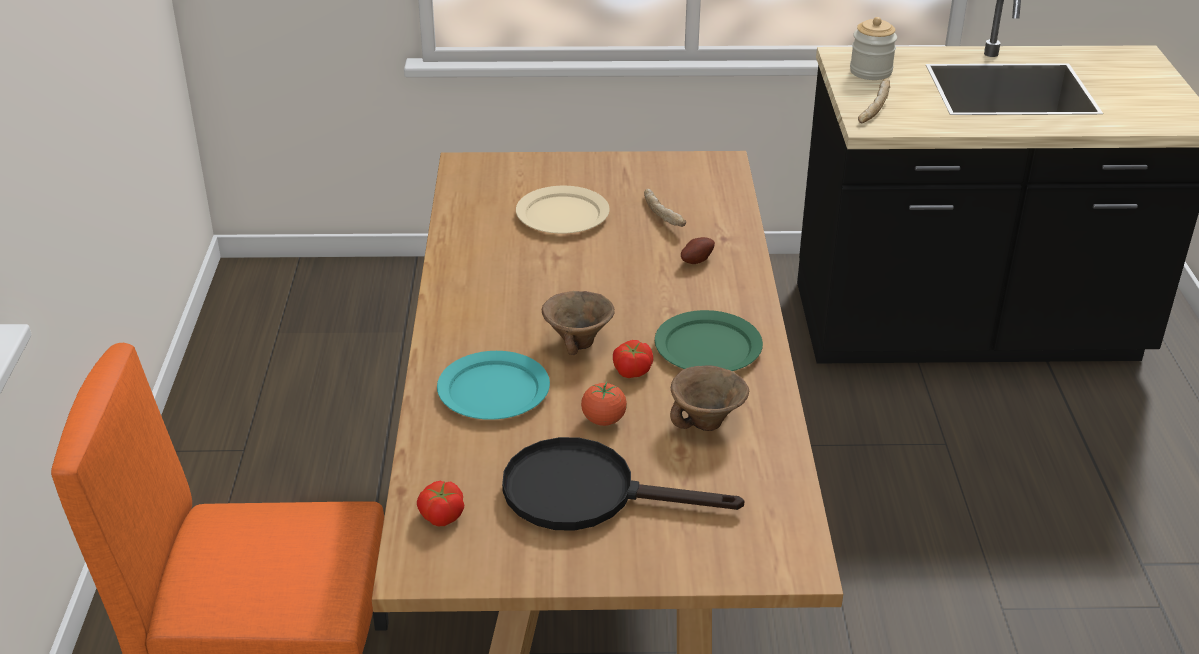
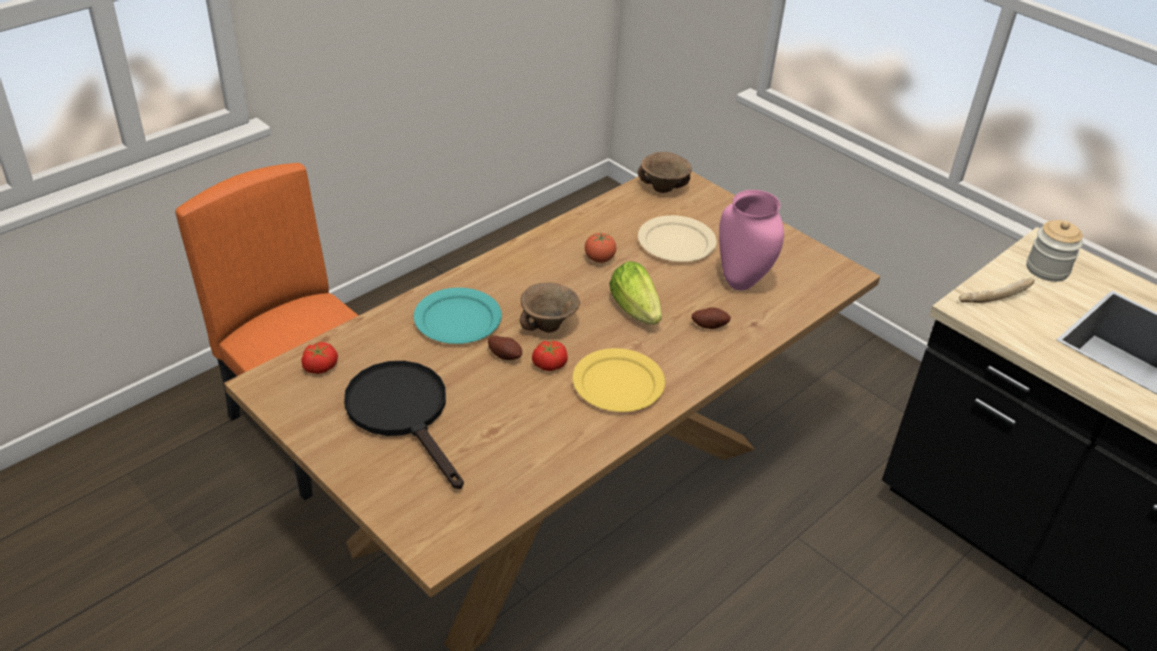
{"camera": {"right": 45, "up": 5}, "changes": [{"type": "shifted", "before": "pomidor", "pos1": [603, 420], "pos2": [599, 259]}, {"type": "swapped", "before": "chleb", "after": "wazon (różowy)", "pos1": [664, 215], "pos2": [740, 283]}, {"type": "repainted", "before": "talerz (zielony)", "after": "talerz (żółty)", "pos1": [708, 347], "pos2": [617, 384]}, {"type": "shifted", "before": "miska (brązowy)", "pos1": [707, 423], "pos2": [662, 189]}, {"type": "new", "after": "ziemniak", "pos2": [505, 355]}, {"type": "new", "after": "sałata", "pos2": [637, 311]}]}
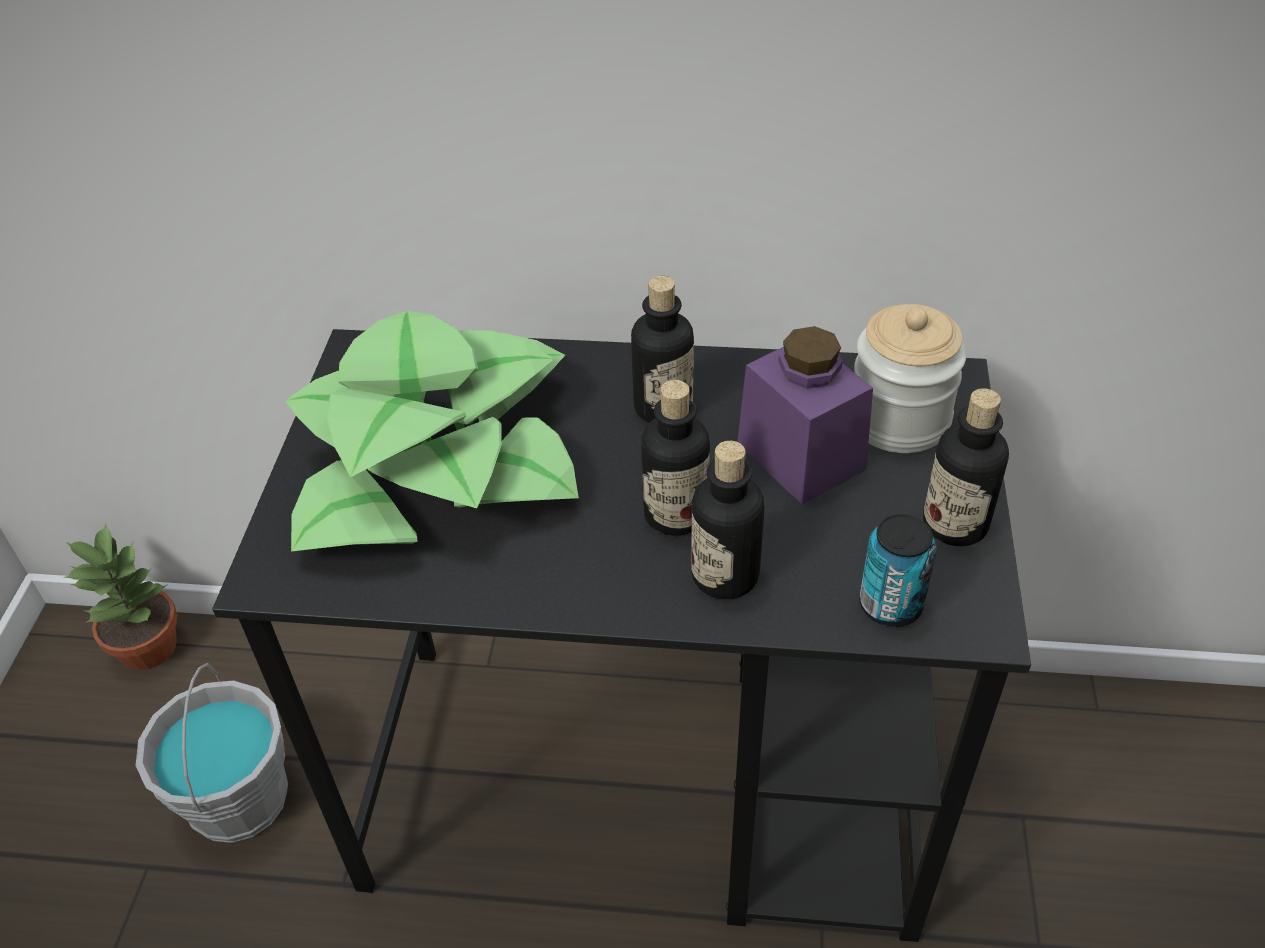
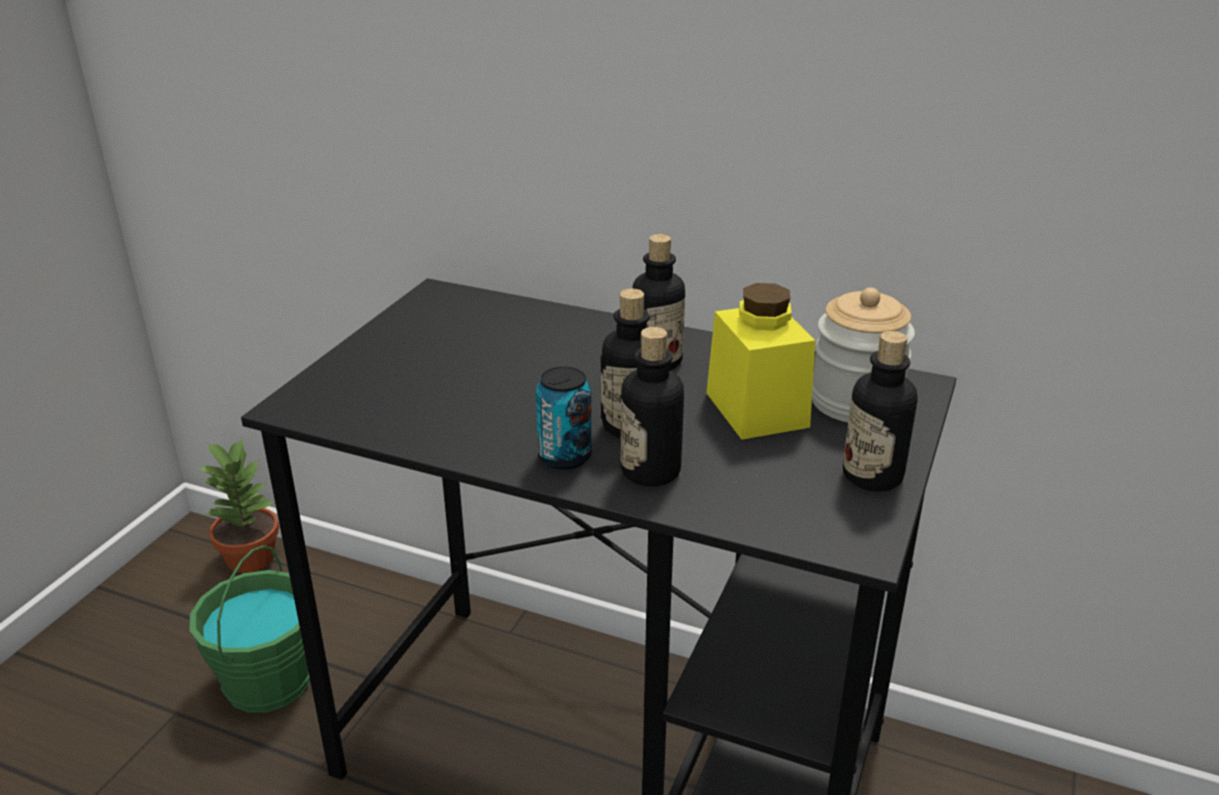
{"camera": {"right": 15, "up": -15}, "changes": [{"type": "repainted", "before": "wiadro (szary)", "after": "wiadro (zielony)", "pos1": [240, 799], "pos2": [269, 682]}, {"type": "gone", "before": "roślina doniczkowa", "pos1": [438, 462]}, {"type": "repainted", "before": "słoik (fioletowy)", "after": "słoik (żółty)", "pos1": [800, 456], "pos2": [756, 409]}, {"type": "shifted", "before": "puszka", "pos1": [890, 605], "pos2": [565, 457]}]}
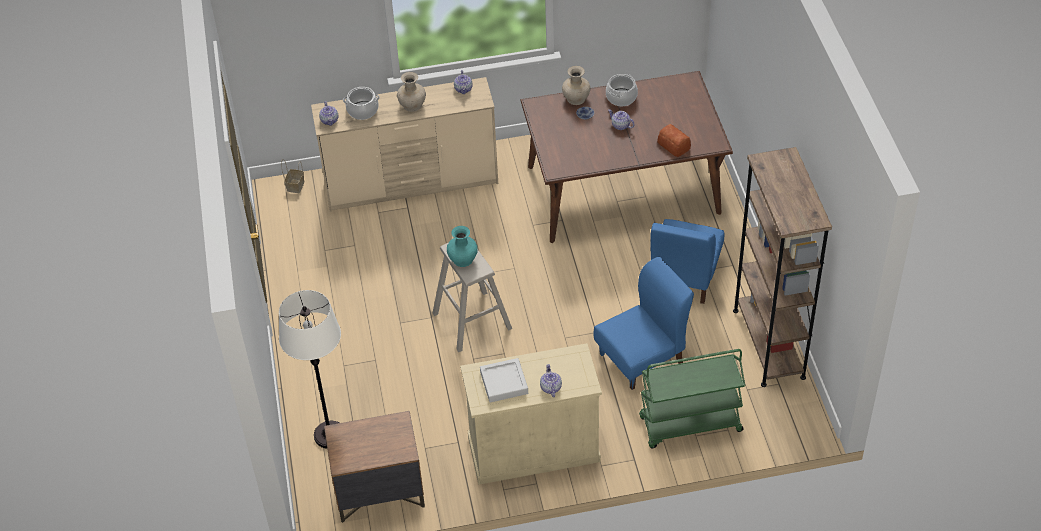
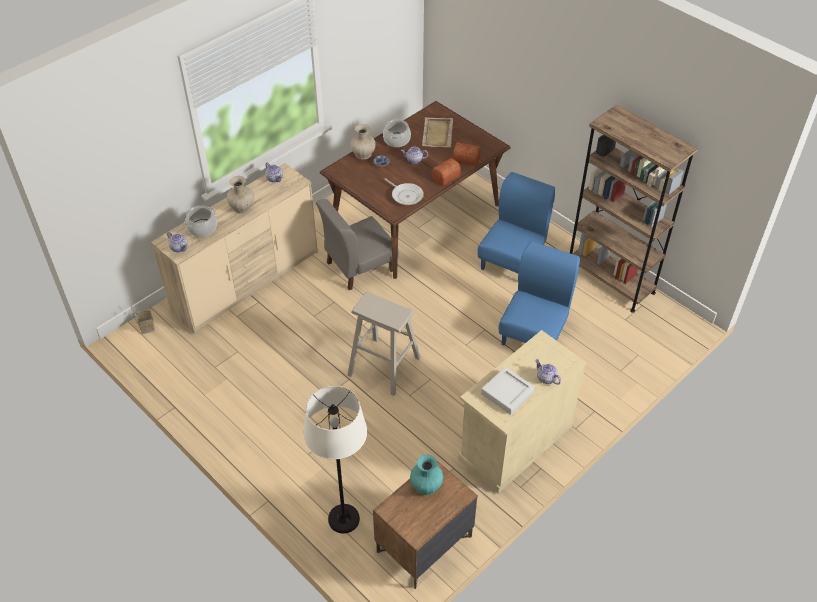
{"camera": {"right": -35, "up": 0}, "changes": [{"type": "shifted", "before": "wazon (turkusowy)", "pos1": [463, 259], "pos2": [426, 485]}, {"type": "gone", "before": "wózek (zielony)", "pos1": [690, 425]}, {"type": "rotated", "before": "krzesło (niebieski)", "pos1": [684, 277], "pos2": [512, 260], "turn": -135}, {"type": "new", "after": "krzesło (szary)", "pos2": [359, 266]}, {"type": "new", "after": "patelnia", "pos2": [406, 195]}, {"type": "new", "after": "taca (beżowy)", "pos2": [437, 134]}, {"type": "new", "after": "chleb", "pos2": [445, 176]}]}
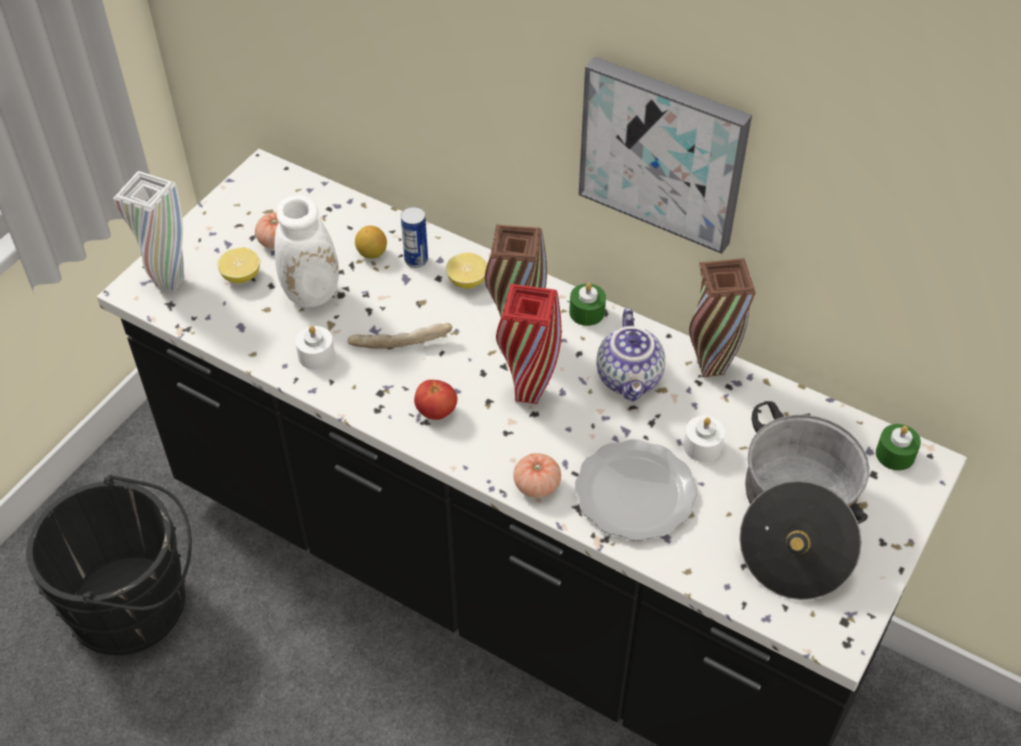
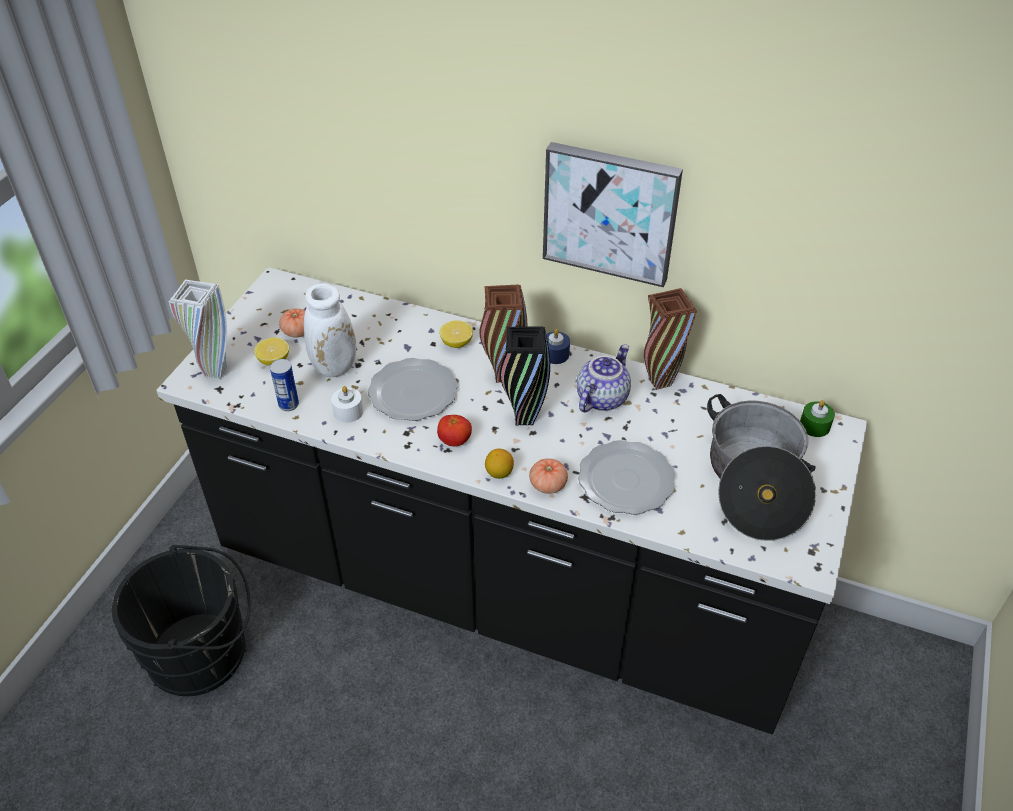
{"camera": {"right": -10, "up": -5}, "changes": [{"type": "swapped", "before": "chleb", "after": "talerz", "pos1": [400, 341], "pos2": [414, 393]}, {"type": "shifted", "before": "cytryna", "pos1": [372, 253], "pos2": [499, 473]}, {"type": "shifted", "before": "puszka", "pos1": [416, 260], "pos2": [288, 404]}, {"type": "repainted", "before": "wazon (czerwony)", "after": "wazon (czarny)", "pos1": [527, 394], "pos2": [524, 418]}, {"type": "repainted", "before": "świeca (zielony)", "after": "świeca (niebieski)", "pos1": [587, 312], "pos2": [555, 354]}, {"type": "rotated", "before": "imbryk", "pos1": [630, 378], "pos2": [601, 397], "turn": -135}, {"type": "gone", "before": "świeca (biały)", "pos1": [702, 446]}]}
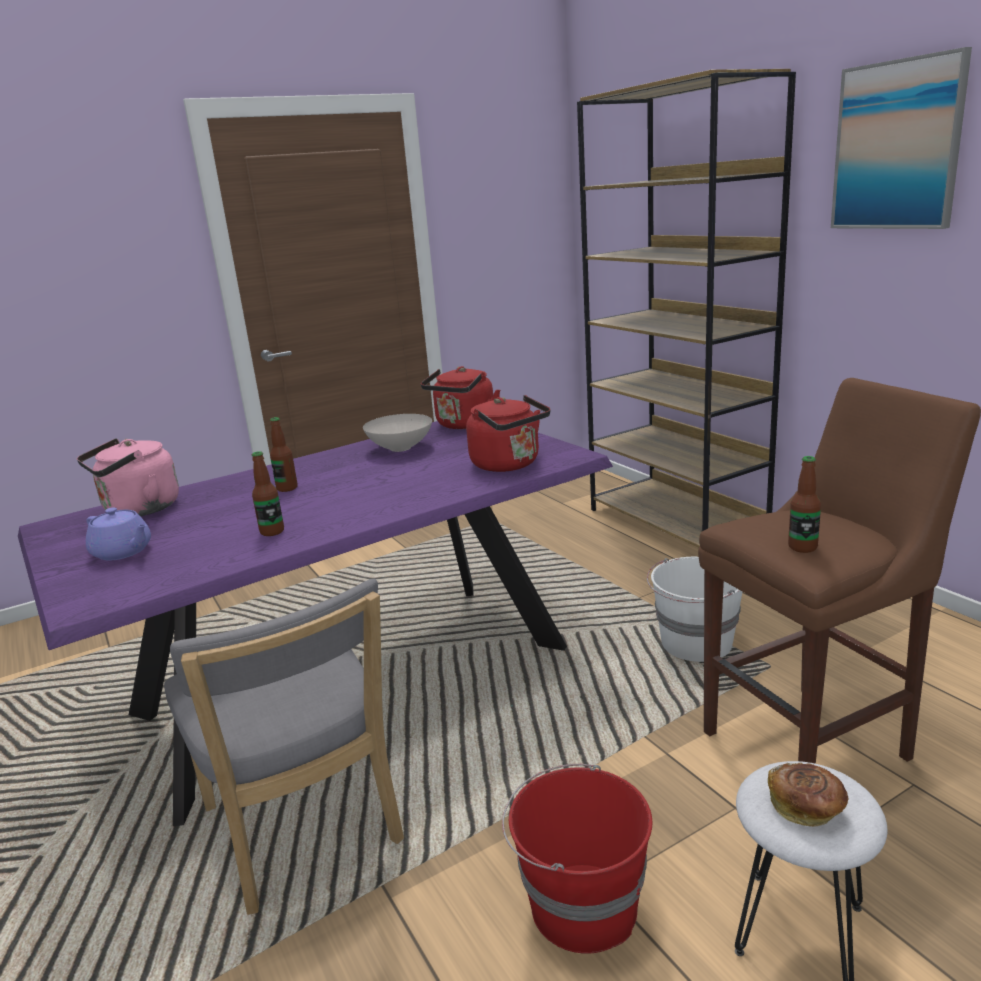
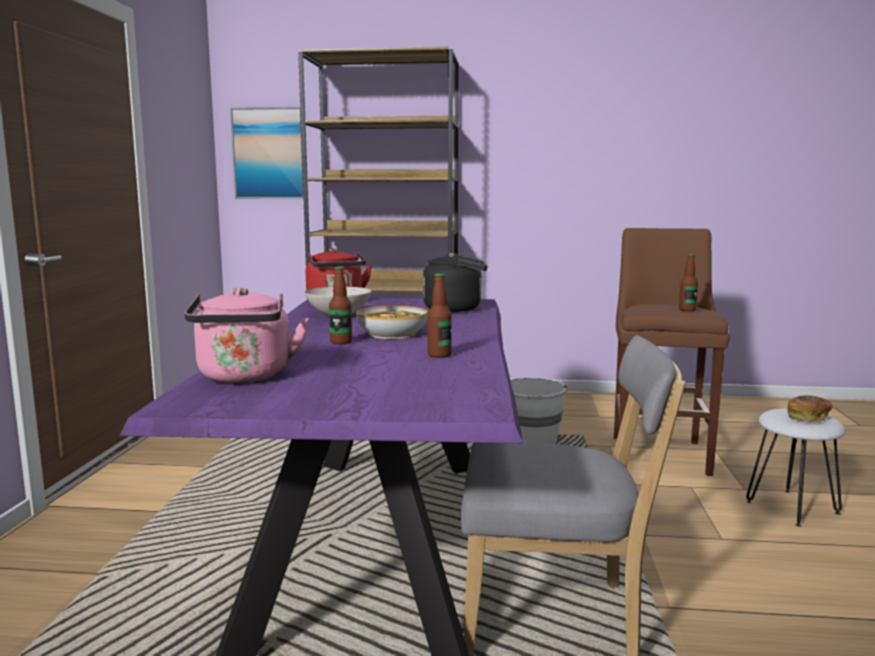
{"camera": {"right": -55, "up": -10}, "changes": [{"type": "gone", "before": "imbryk (fioletowy)", "pos1": [123, 552]}, {"type": "repainted", "before": "czajnik (czerwony)", "after": "czajnik (czarny)", "pos1": [509, 465], "pos2": [456, 309]}, {"type": "gone", "before": "wiadro (czerwony)", "pos1": [581, 906]}, {"type": "shifted", "before": "obraz", "pos1": [897, 146], "pos2": [269, 153]}, {"type": "new", "after": "miska", "pos2": [392, 333]}]}
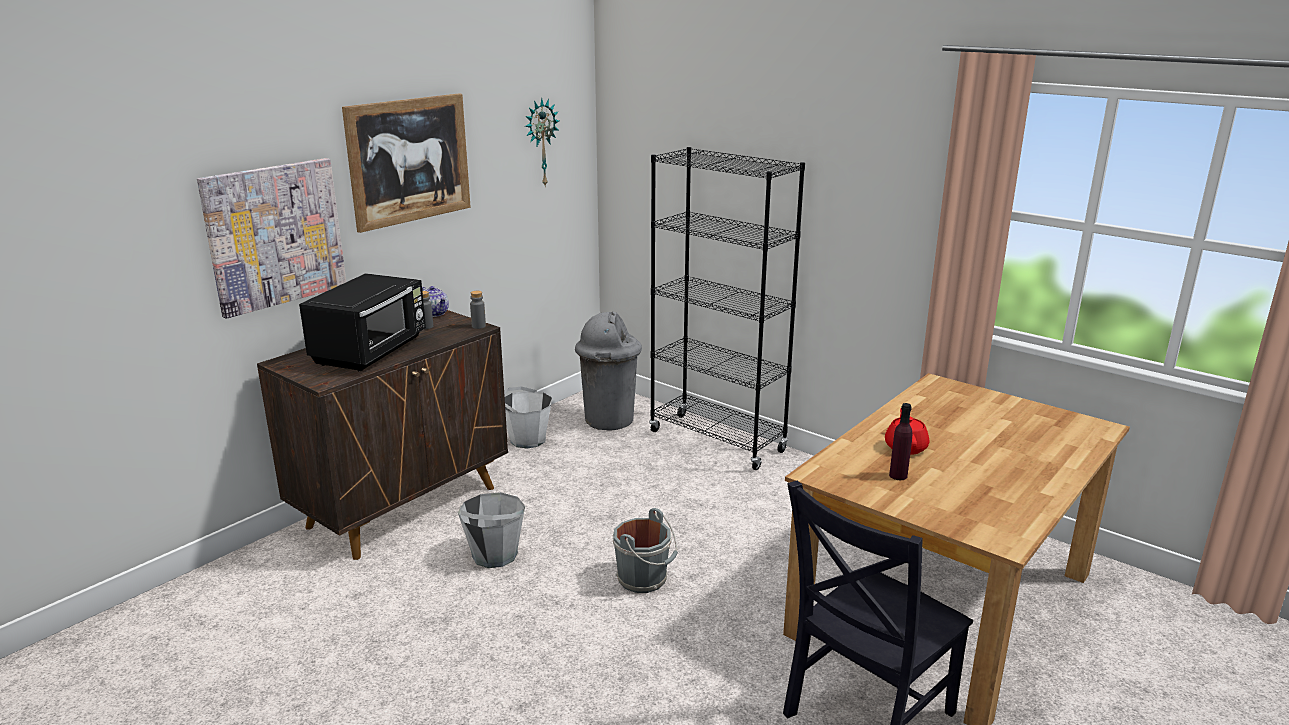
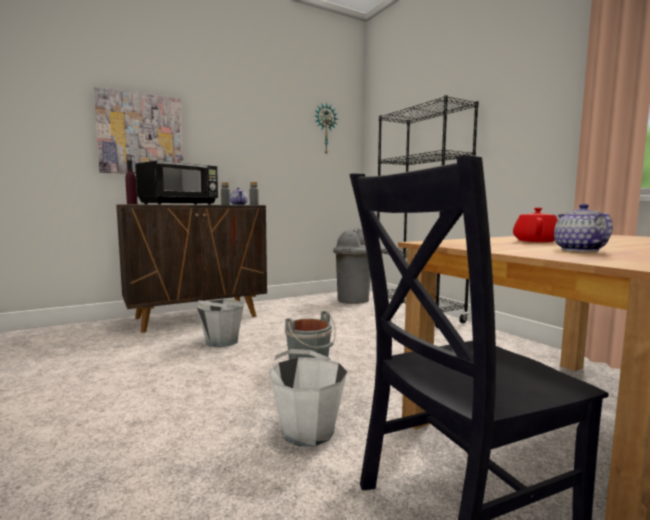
{"camera": {"right": 20, "up": -15}, "changes": [{"type": "gone", "before": "obraz", "pos1": [409, 160]}, {"type": "shifted", "before": "wiadro (biały)", "pos1": [528, 439], "pos2": [307, 430]}, {"type": "shifted", "before": "butelka (fioletowy)", "pos1": [898, 476], "pos2": [132, 204]}, {"type": "new", "after": "imbryk", "pos2": [578, 250]}]}
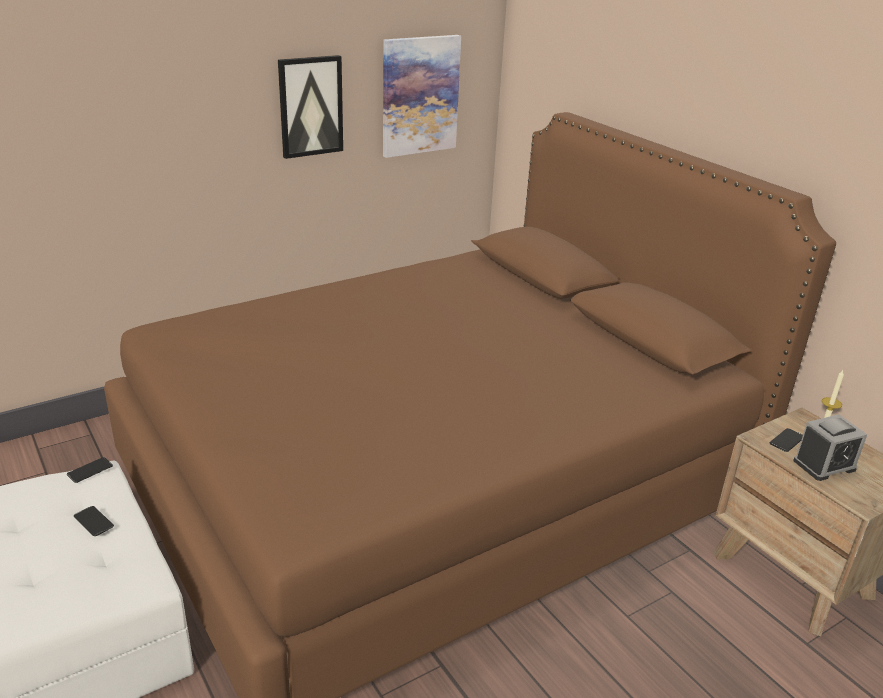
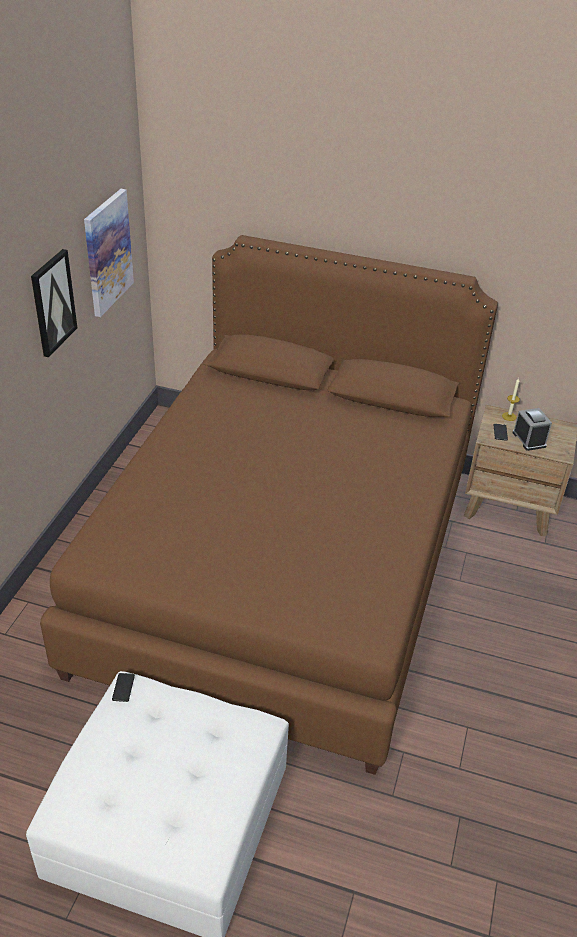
{"camera": {"right": -40, "up": 10}, "changes": [{"type": "gone", "before": "telefon", "pos1": [93, 521]}, {"type": "rotated", "before": "budzik", "pos1": [824, 465], "pos2": [529, 439], "turn": -45}]}
